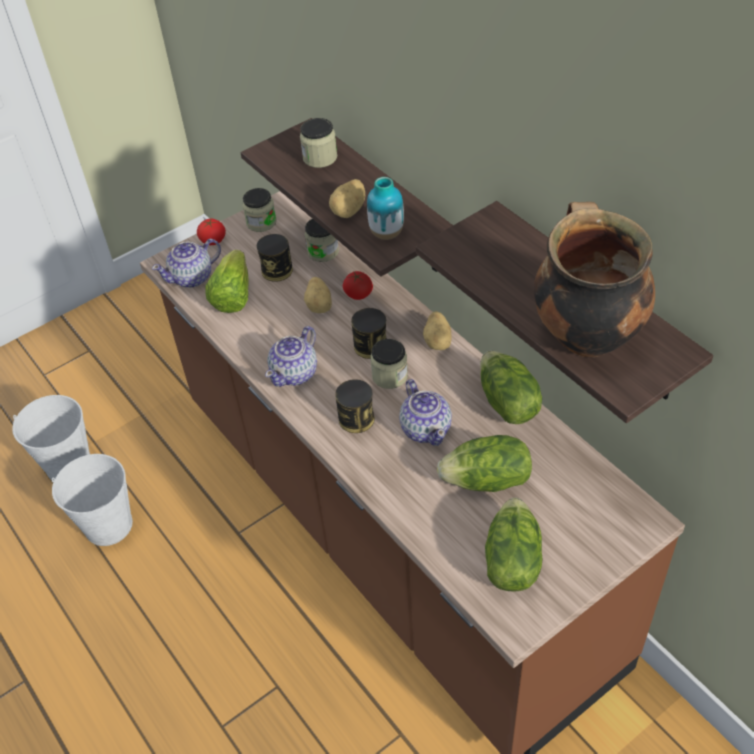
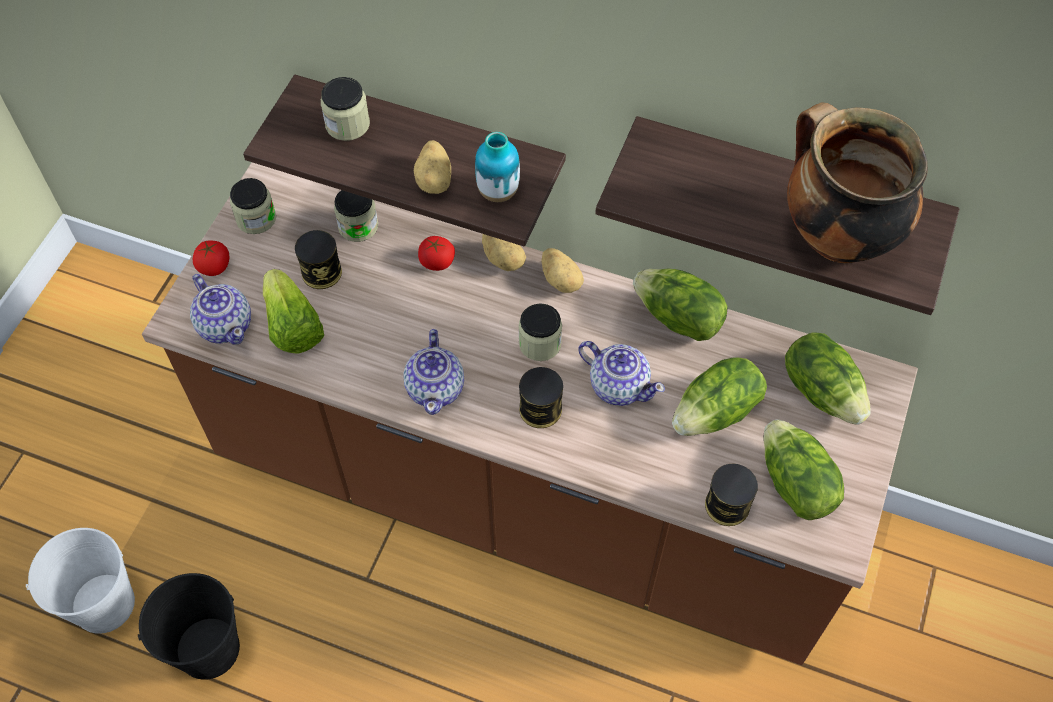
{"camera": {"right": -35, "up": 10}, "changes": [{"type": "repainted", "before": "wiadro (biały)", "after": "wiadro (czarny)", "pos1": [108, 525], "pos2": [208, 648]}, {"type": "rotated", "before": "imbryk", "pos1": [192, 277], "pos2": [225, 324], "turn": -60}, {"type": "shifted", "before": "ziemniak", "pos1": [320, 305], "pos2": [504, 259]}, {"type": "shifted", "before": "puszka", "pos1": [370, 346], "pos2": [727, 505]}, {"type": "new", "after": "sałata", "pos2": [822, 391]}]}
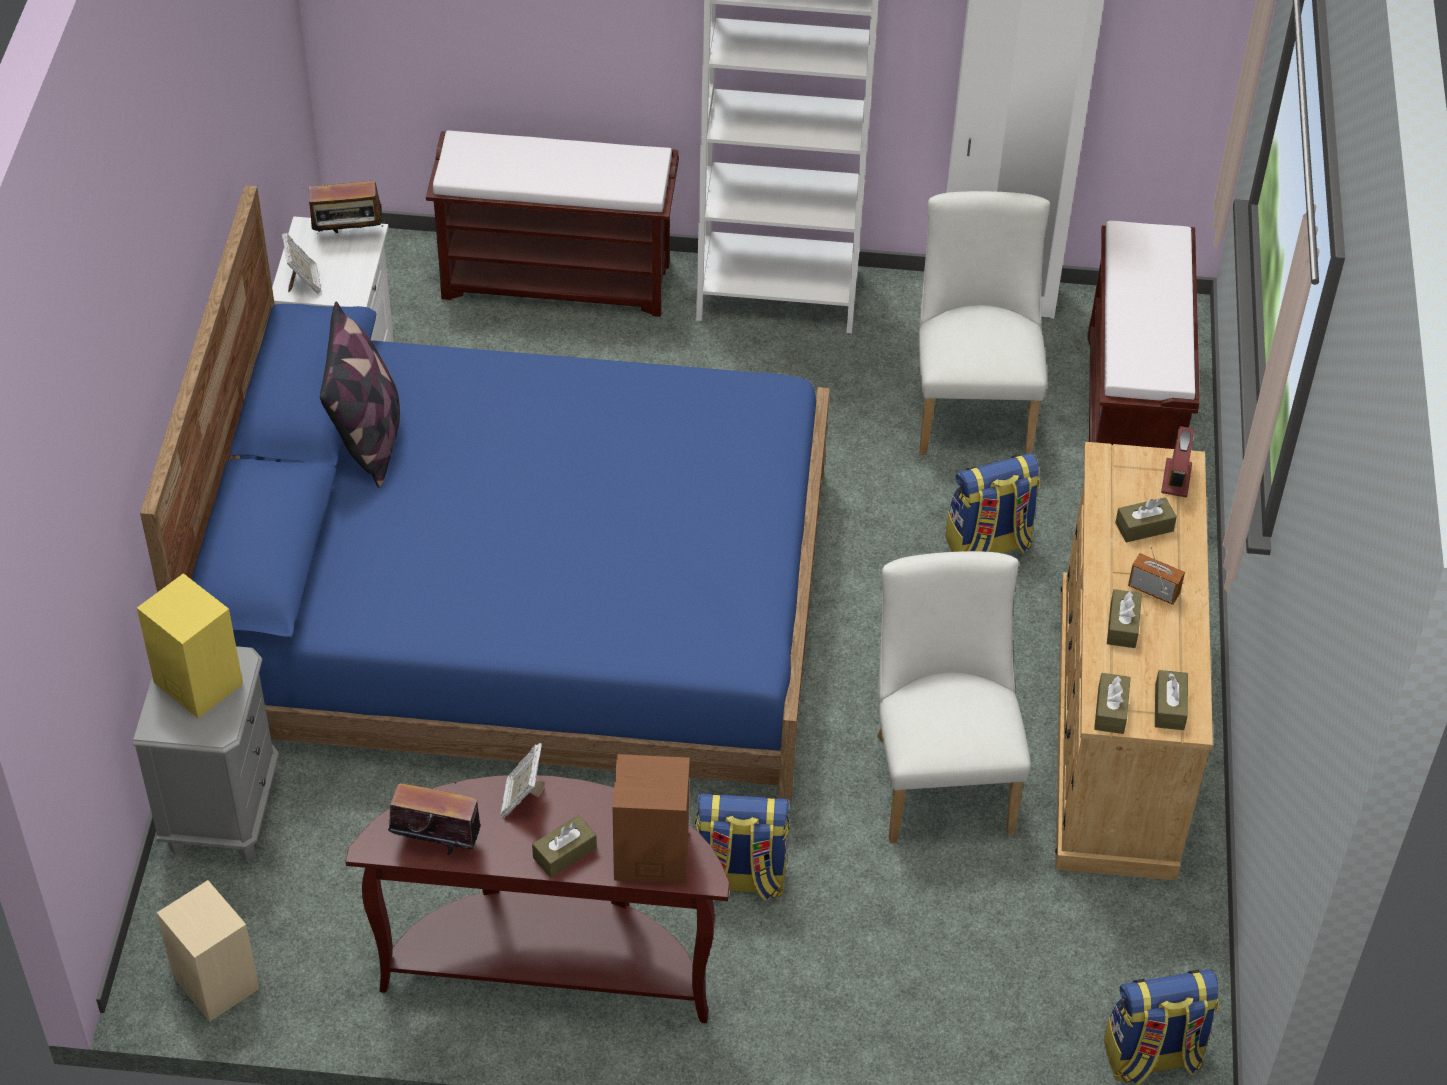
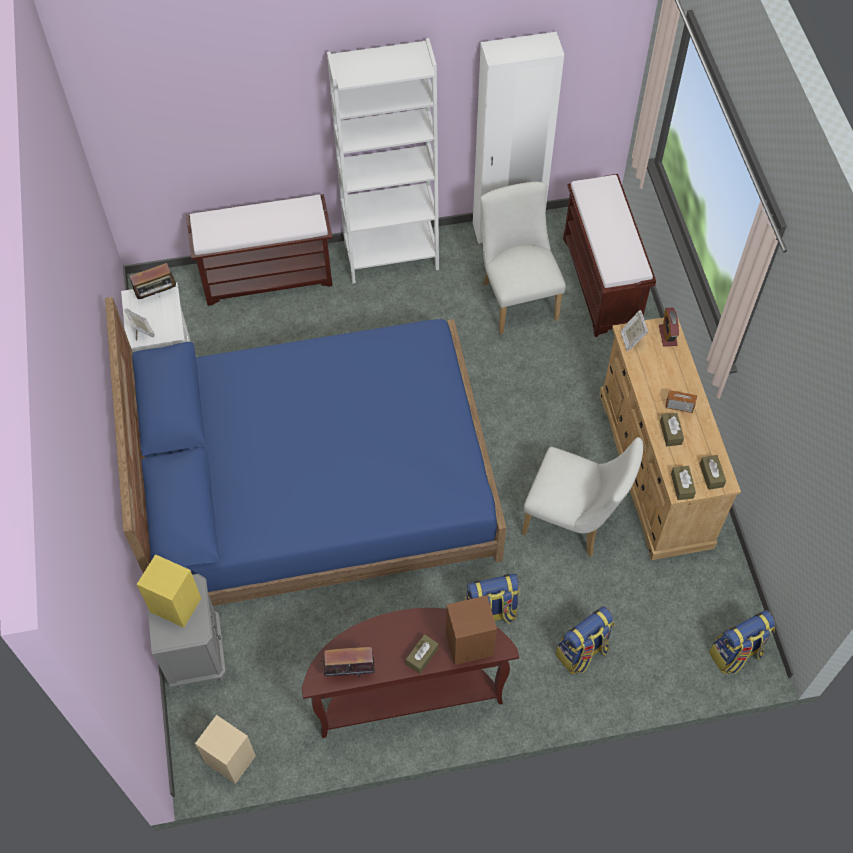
{"camera": {"right": -15, "up": 10}, "changes": [{"type": "gone", "before": "poduszka", "pos1": [368, 438]}, {"type": "shifted", "before": "ramka na zdjęcie", "pos1": [522, 798], "pos2": [631, 339]}, {"type": "rotated", "before": "krzesło (biały)", "pos1": [940, 774], "pos2": [574, 521], "turn": 135}, {"type": "shifted", "before": "plecak", "pos1": [988, 545], "pos2": [582, 652]}, {"type": "gone", "before": "pudełko chusteczek (brązowy)", "pos1": [1144, 527]}]}
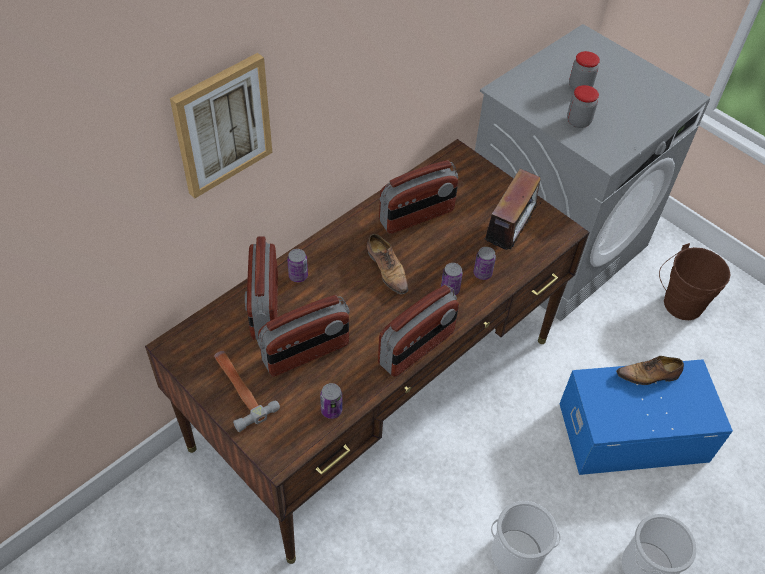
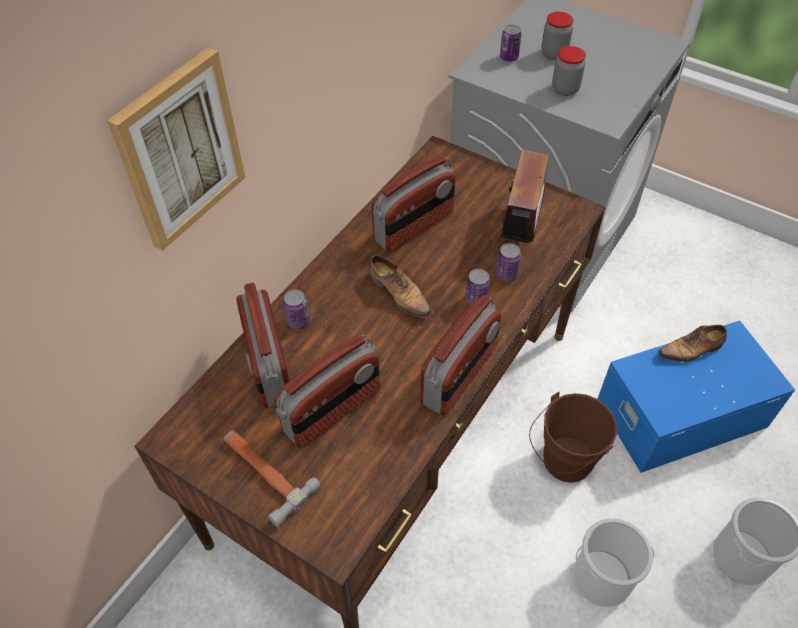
{"camera": {"right": -10, "up": 0}, "changes": [{"type": "shifted", "before": "puszka", "pos1": [331, 410], "pos2": [509, 57]}, {"type": "shifted", "before": "wiadro (brązowy)", "pos1": [679, 306], "pos2": [563, 463]}]}
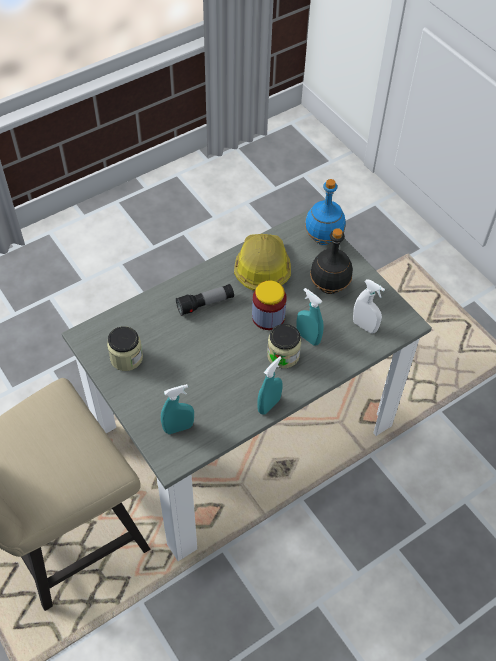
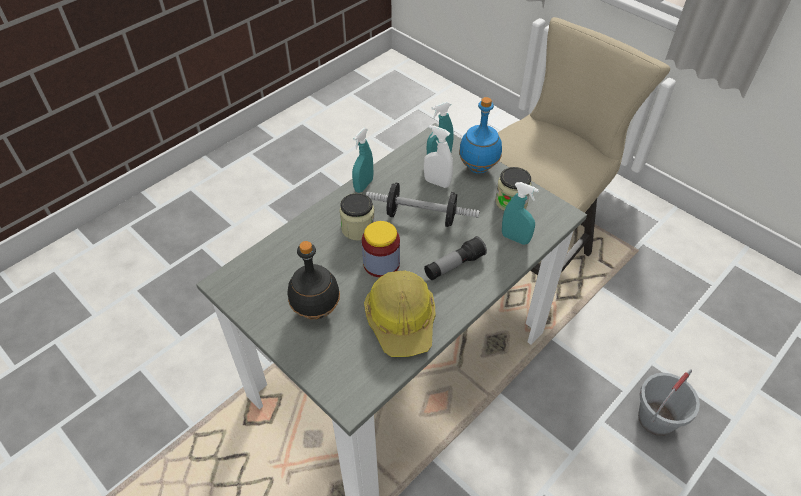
{"camera": {"right": 170, "up": -5}, "changes": [{"type": "shifted", "before": "spryskiwacz (turkusowy)", "pos1": [308, 337], "pos2": [515, 238]}, {"type": "shifted", "before": "butelka (niebieski)", "pos1": [322, 239], "pos2": [478, 167]}, {"type": "shifted", "before": "spryskiwacz (biały)", "pos1": [364, 326], "pos2": [437, 183]}, {"type": "new", "after": "hantel", "pos2": [421, 216]}, {"type": "new", "after": "wiadro (szary)", "pos2": [656, 419]}]}
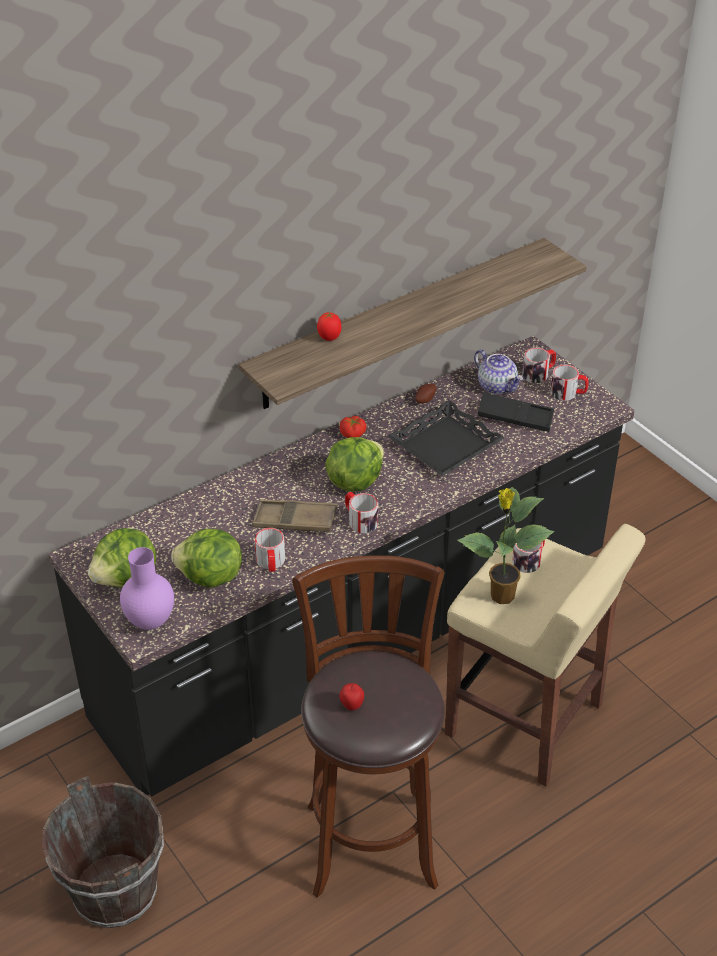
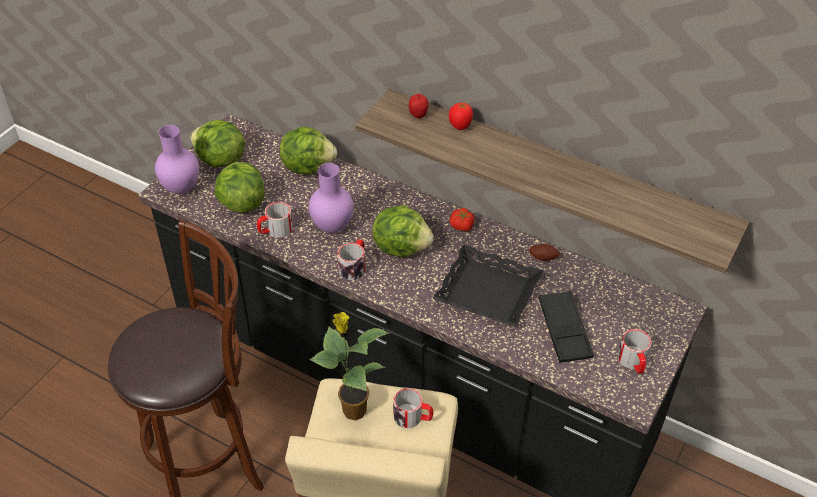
{"camera": {"right": 65, "up": 5}, "changes": [{"type": "gone", "before": "wiadro (brązowy)", "pos1": [114, 892]}, {"type": "swapped", "before": "taca (brązowy)", "after": "wazon (fioletowy)", "pos1": [295, 521], "pos2": [331, 227]}, {"type": "shifted", "before": "jabłko", "pos1": [351, 706], "pos2": [418, 115]}, {"type": "gone", "before": "imbryk", "pos1": [497, 386]}, {"type": "gone", "before": "kubek", "pos1": [539, 373]}, {"type": "new", "after": "sałata", "pos2": [307, 166]}]}
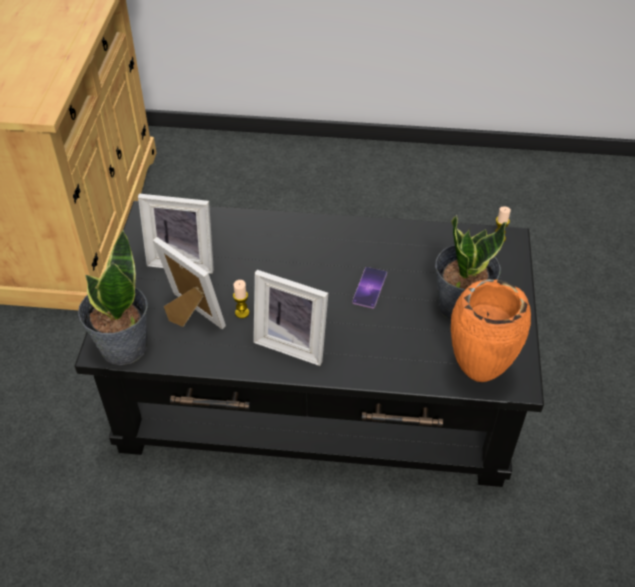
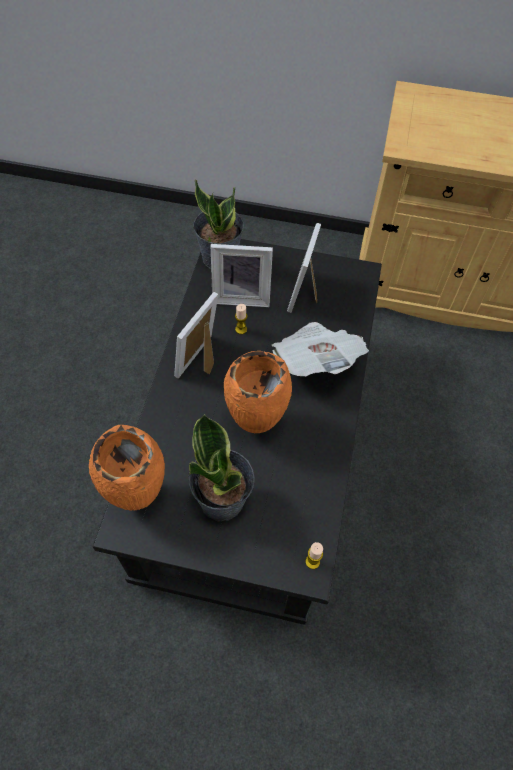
{"camera": {"right": 95, "up": 10}, "changes": [{"type": "rotated", "before": "ramka na zdjęcie", "pos1": [189, 317], "pos2": [241, 296], "turn": 45}, {"type": "swapped", "before": "telefon", "after": "wazon (pomarańczowy)", "pos1": [369, 287], "pos2": [256, 426]}, {"type": "new", "after": "gazeta", "pos2": [315, 361]}]}
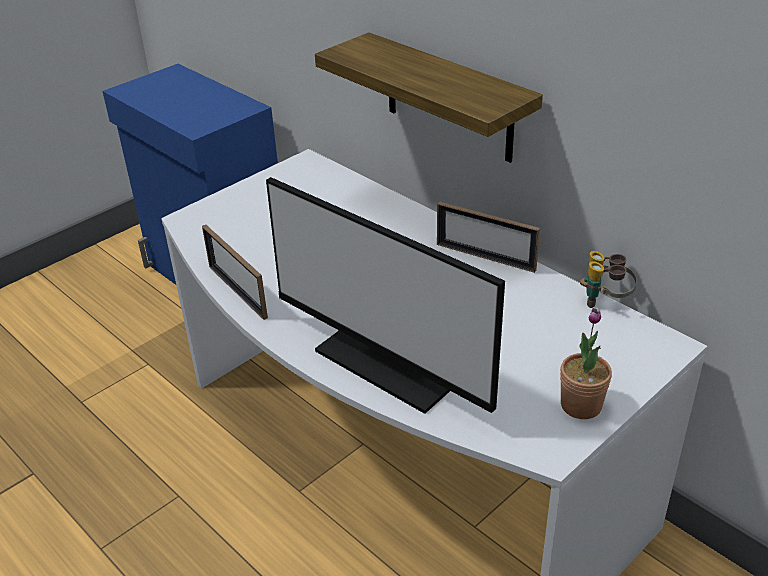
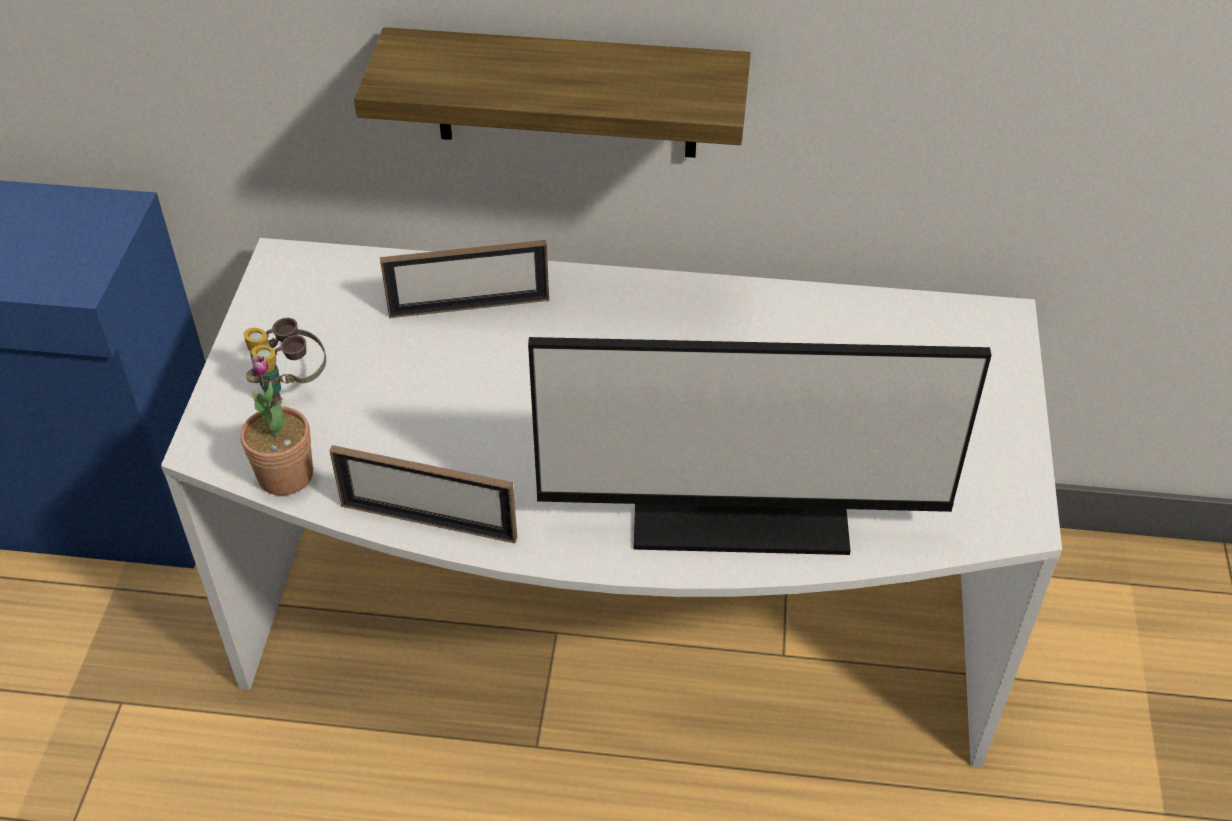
{"camera": {"right": -40, "up": 10}, "changes": [{"type": "shifted", "before": "ramka na zdjęcie", "pos1": [485, 257], "pos2": [469, 307]}, {"type": "shifted", "before": "roślina doniczkowa", "pos1": [581, 405], "pos2": [285, 475]}, {"type": "shifted", "before": "lornetka", "pos1": [605, 301], "pos2": [291, 388]}]}
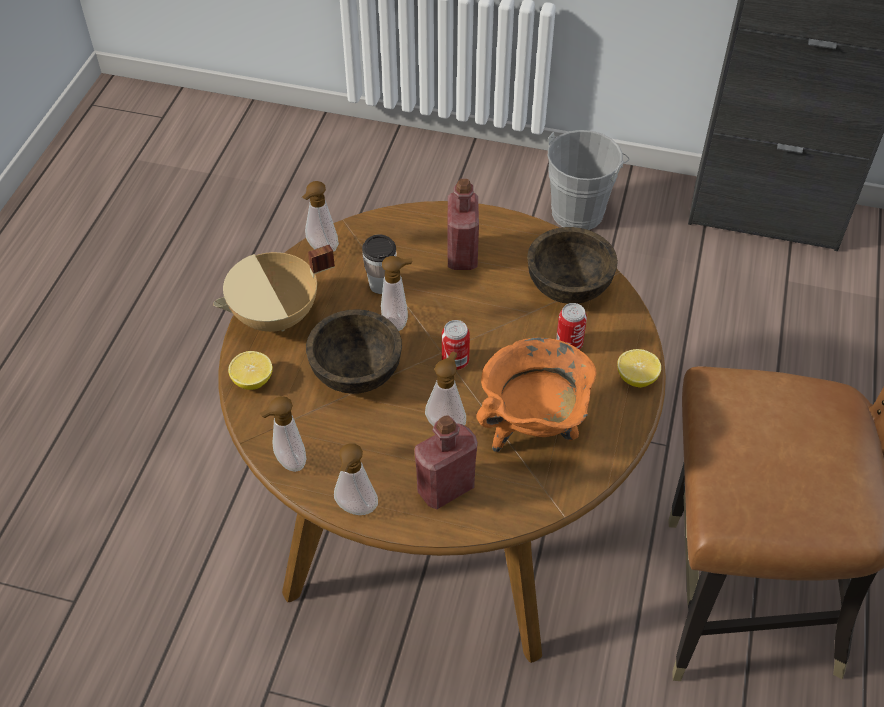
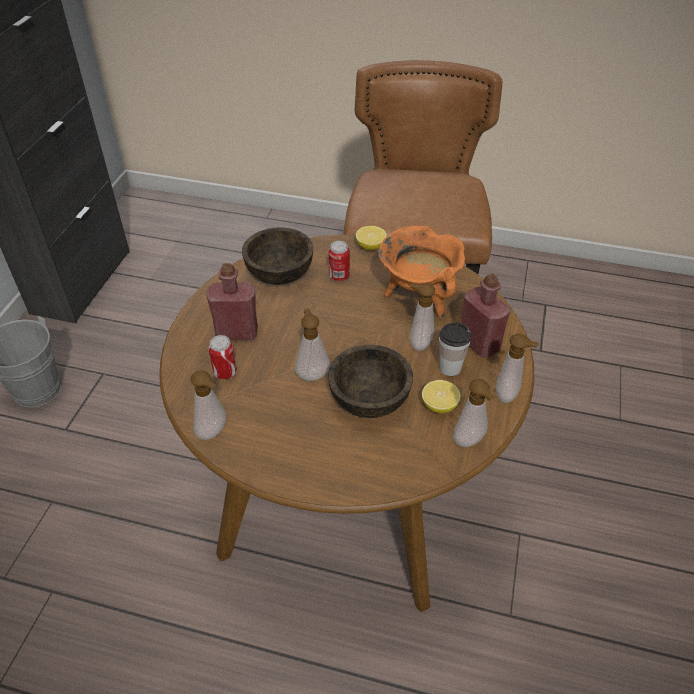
{"camera": {"right": -90, "up": -5}, "changes": [{"type": "gone", "before": "garnek (beżowy)", "pos1": [277, 317]}, {"type": "shifted", "before": "cytryna", "pos1": [252, 380], "pos2": [439, 406]}, {"type": "shifted", "before": "filiżanka", "pos1": [381, 285], "pos2": [450, 368]}, {"type": "shifted", "before": "puszka", "pos1": [455, 361], "pos2": [225, 372]}]}
